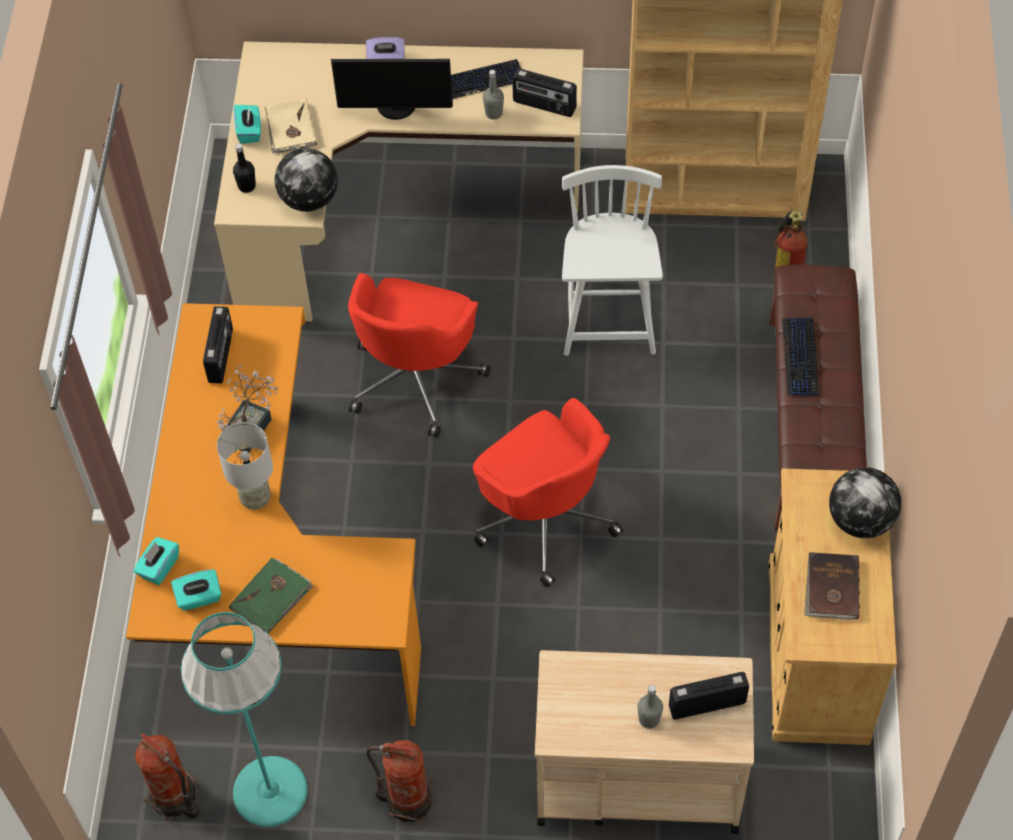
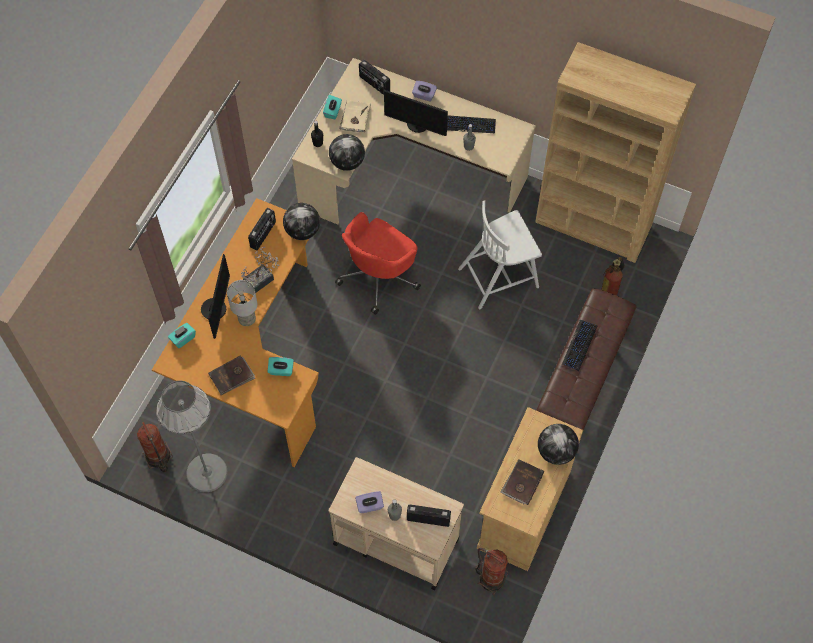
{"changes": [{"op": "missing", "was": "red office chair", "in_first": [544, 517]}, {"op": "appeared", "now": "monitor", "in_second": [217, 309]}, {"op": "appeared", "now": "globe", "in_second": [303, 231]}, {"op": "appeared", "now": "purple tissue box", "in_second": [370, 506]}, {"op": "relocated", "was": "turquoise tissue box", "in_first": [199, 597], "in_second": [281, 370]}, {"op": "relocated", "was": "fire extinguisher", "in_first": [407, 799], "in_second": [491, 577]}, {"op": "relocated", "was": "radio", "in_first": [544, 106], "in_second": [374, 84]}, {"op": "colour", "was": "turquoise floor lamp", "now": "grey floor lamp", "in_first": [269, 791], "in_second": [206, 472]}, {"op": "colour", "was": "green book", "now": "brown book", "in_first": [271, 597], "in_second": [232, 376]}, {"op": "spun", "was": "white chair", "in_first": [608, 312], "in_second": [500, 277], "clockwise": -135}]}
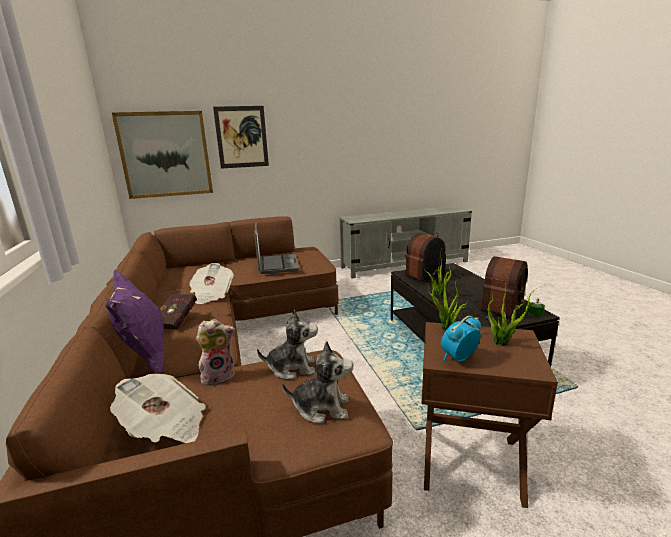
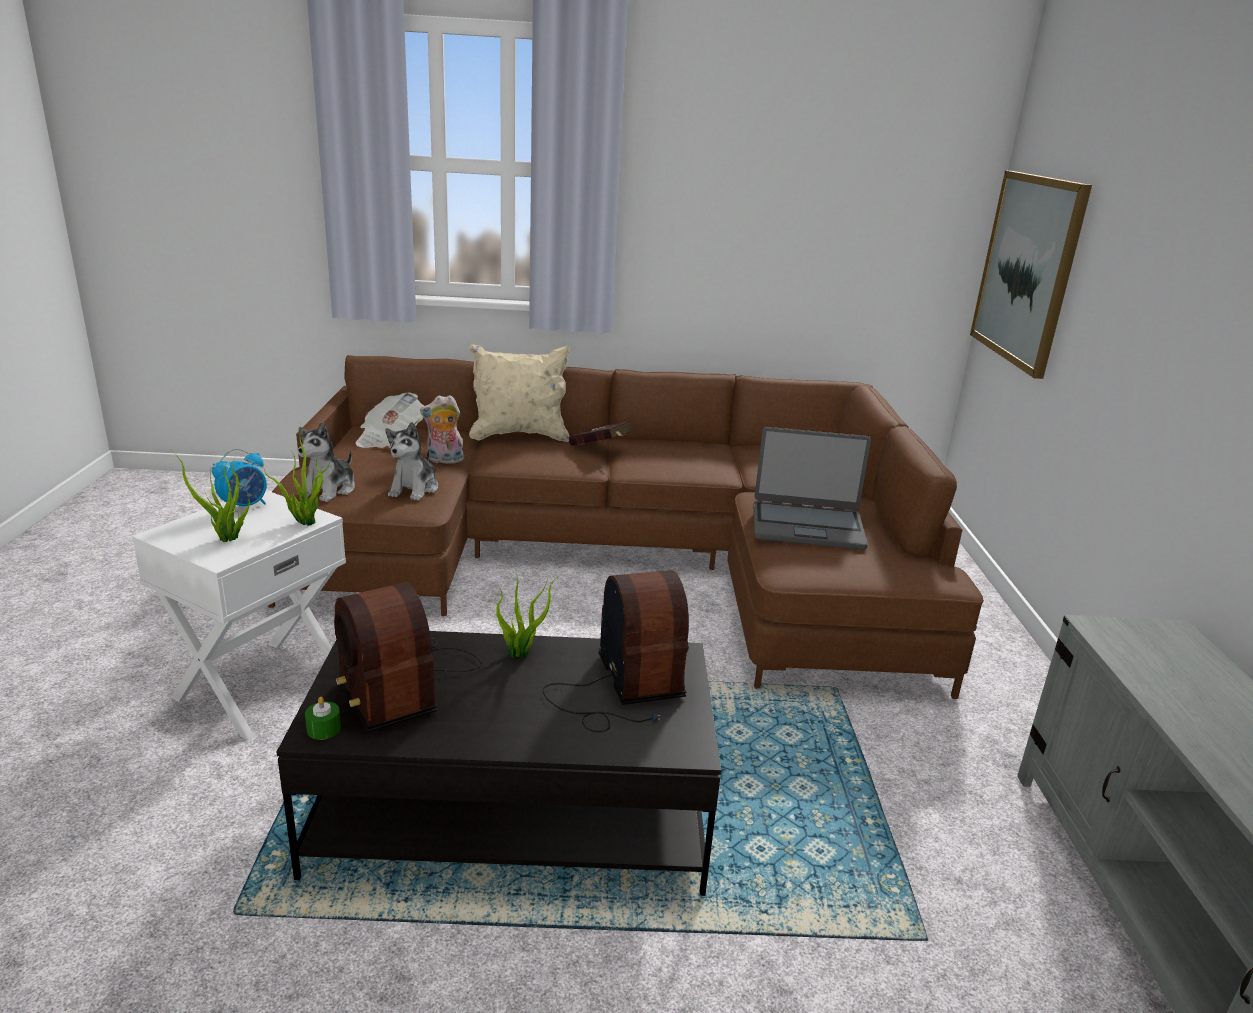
{"changes": [{"op": "missing", "was": "newspaper", "in_first": [211, 294]}, {"op": "missing", "was": "picture", "in_first": [241, 137]}, {"op": "colour", "was": "purple pillow", "now": "beige pillow", "in_first": [146, 358], "in_second": [519, 435]}, {"op": "colour", "was": "brown side table", "now": "white side table", "in_first": [470, 463], "in_second": [260, 686]}, {"op": "spun", "was": "plush toy", "in_first": [219, 376], "in_second": [444, 461], "clockwise": 90}, {"op": "spun", "was": "alarm clock", "in_first": [458, 358], "in_second": [245, 506], "clockwise": 60}]}
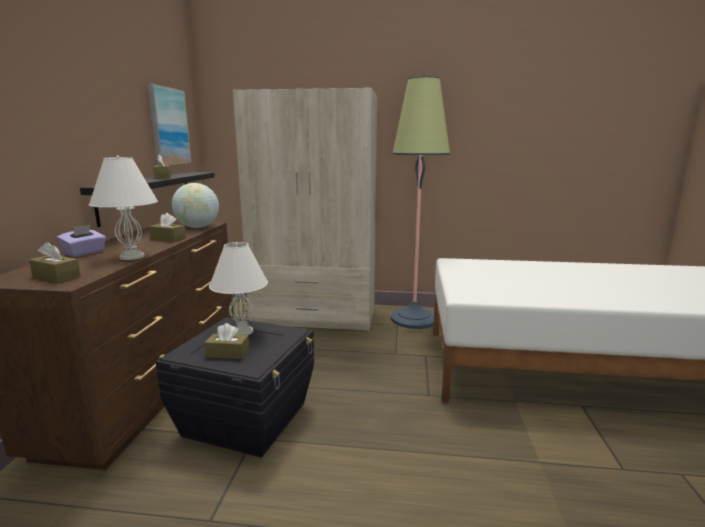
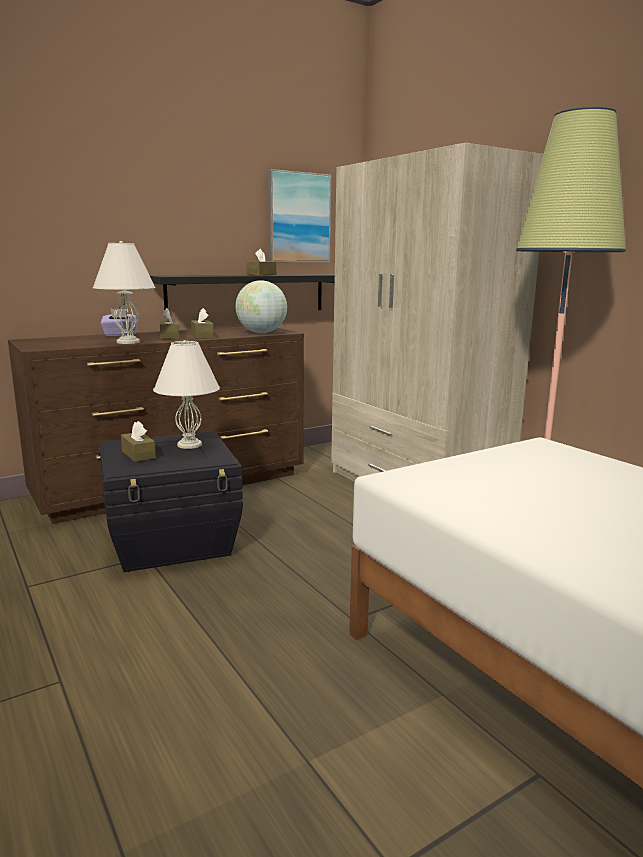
{"changes": [{"op": "relocated", "was": "brown tissue box", "in_first": [56, 277], "in_second": [169, 337]}]}
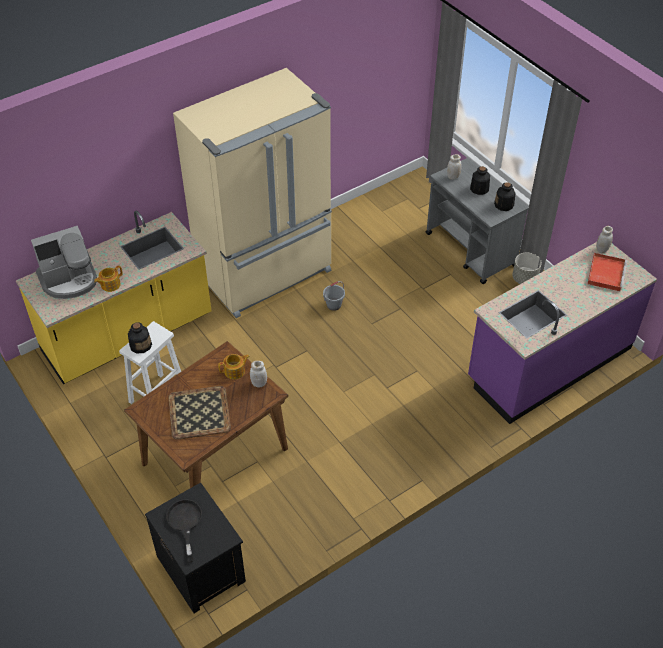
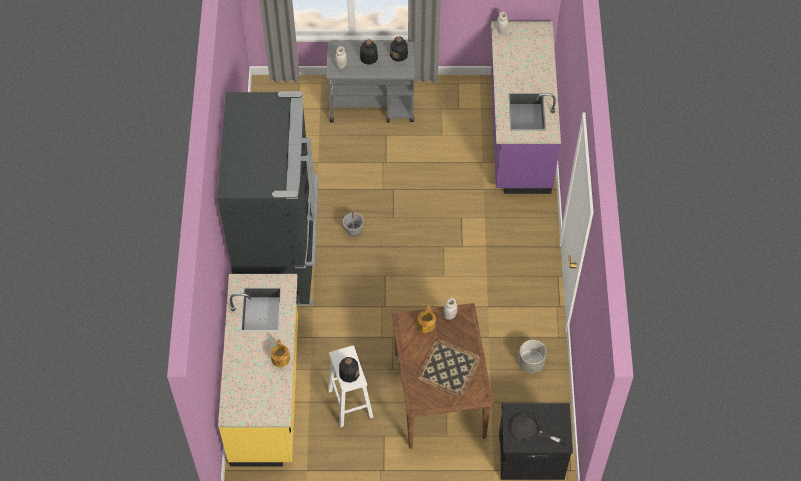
{"changes": [{"op": "missing", "was": "coffee machine", "in_first": [69, 280]}, {"op": "missing", "was": "red tray", "in_first": [606, 273]}, {"op": "relocated", "was": "grey planter", "in_first": [525, 279], "in_second": [531, 363]}, {"op": "colour", "was": "beige fridge", "now": "black fridge", "in_first": [266, 273], "in_second": [280, 256]}]}
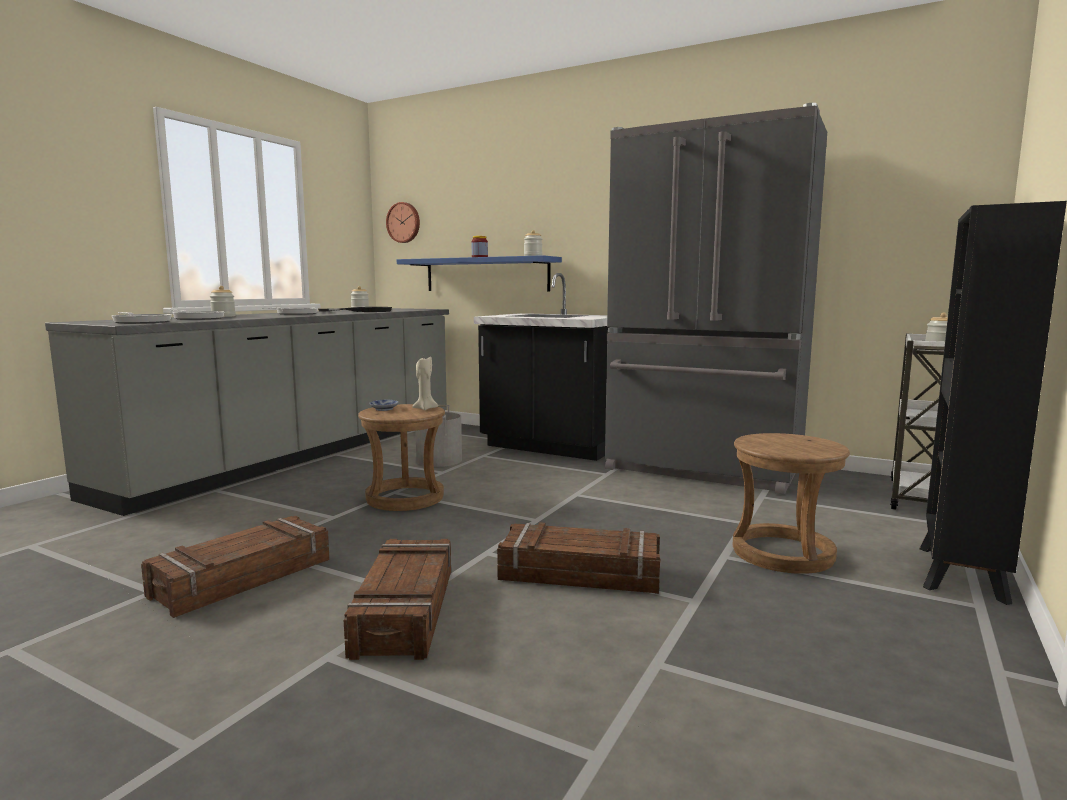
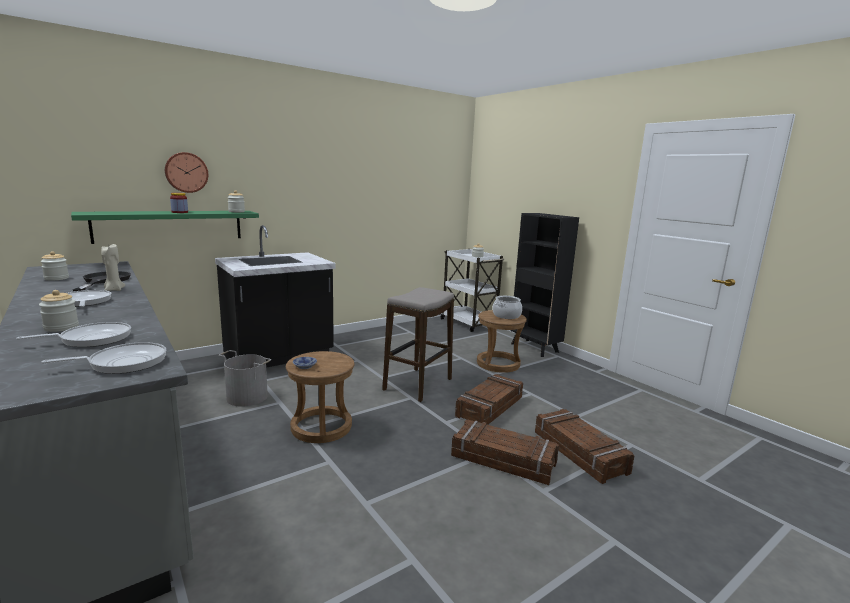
{"changes": [{"op": "missing", "was": "grey fridge", "in_first": [703, 469]}, {"op": "appeared", "now": "stool", "in_second": [418, 384]}, {"op": "appeared", "now": "cooking pot", "in_second": [506, 315]}, {"op": "relocated", "was": "crate", "in_first": [242, 577], "in_second": [579, 452]}, {"op": "relocated", "was": "wall clock", "in_first": [404, 222], "in_second": [186, 172]}, {"op": "relocated", "was": "beige candle", "in_first": [425, 408], "in_second": [114, 290]}, {"op": "colour", "was": "blue shelf", "now": "green shelf", "in_first": [486, 275], "in_second": [170, 226]}]}
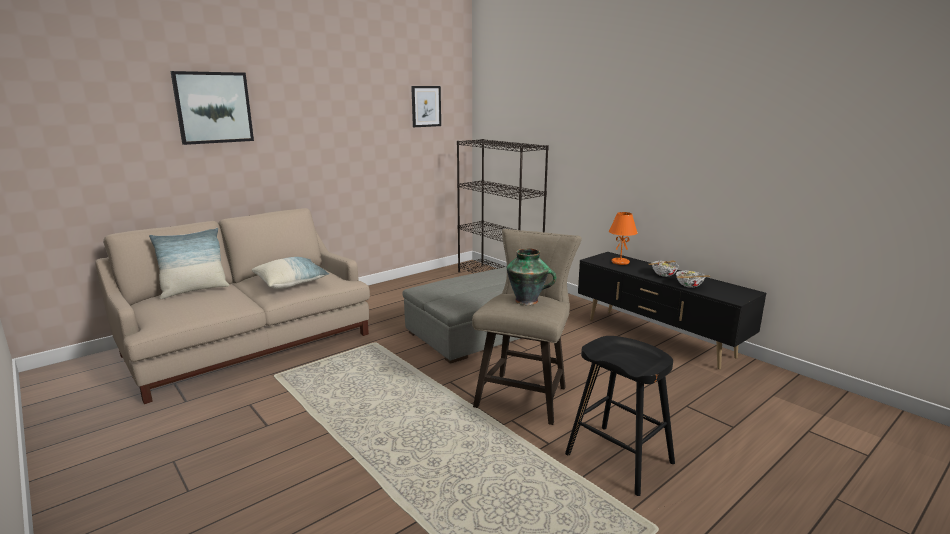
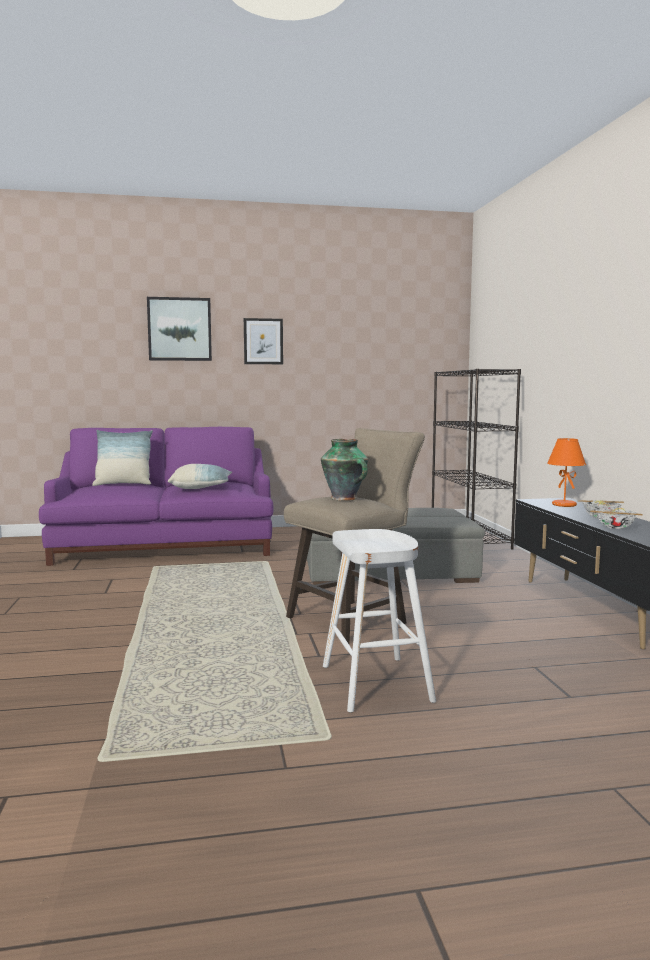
{"changes": [{"op": "relocated", "was": "picture", "in_first": [426, 106], "in_second": [263, 341]}, {"op": "colour", "was": "beige sofa", "now": "purple sofa", "in_first": [247, 342], "in_second": [165, 545]}, {"op": "colour", "was": "black stool", "now": "white stool", "in_first": [618, 458], "in_second": [375, 683]}]}
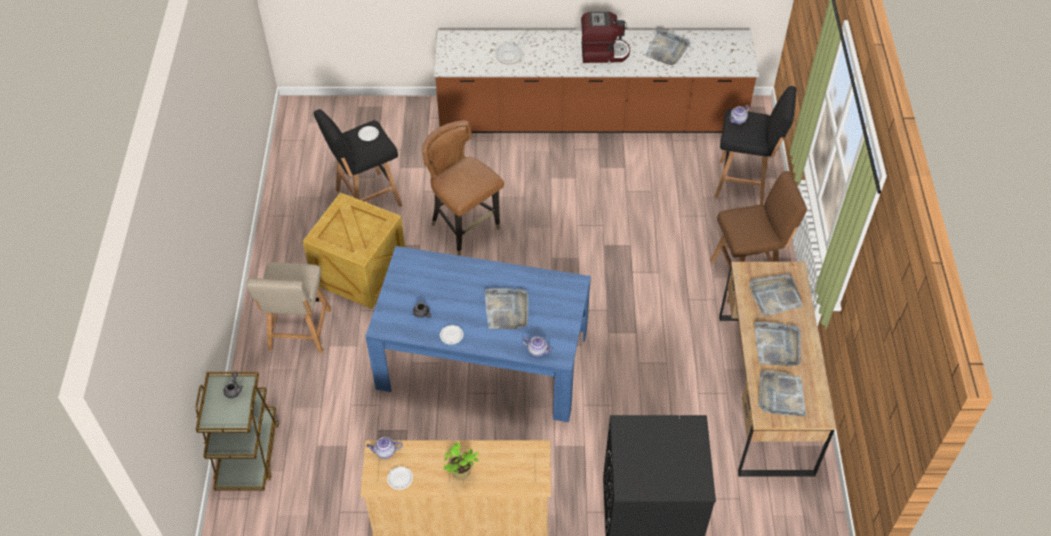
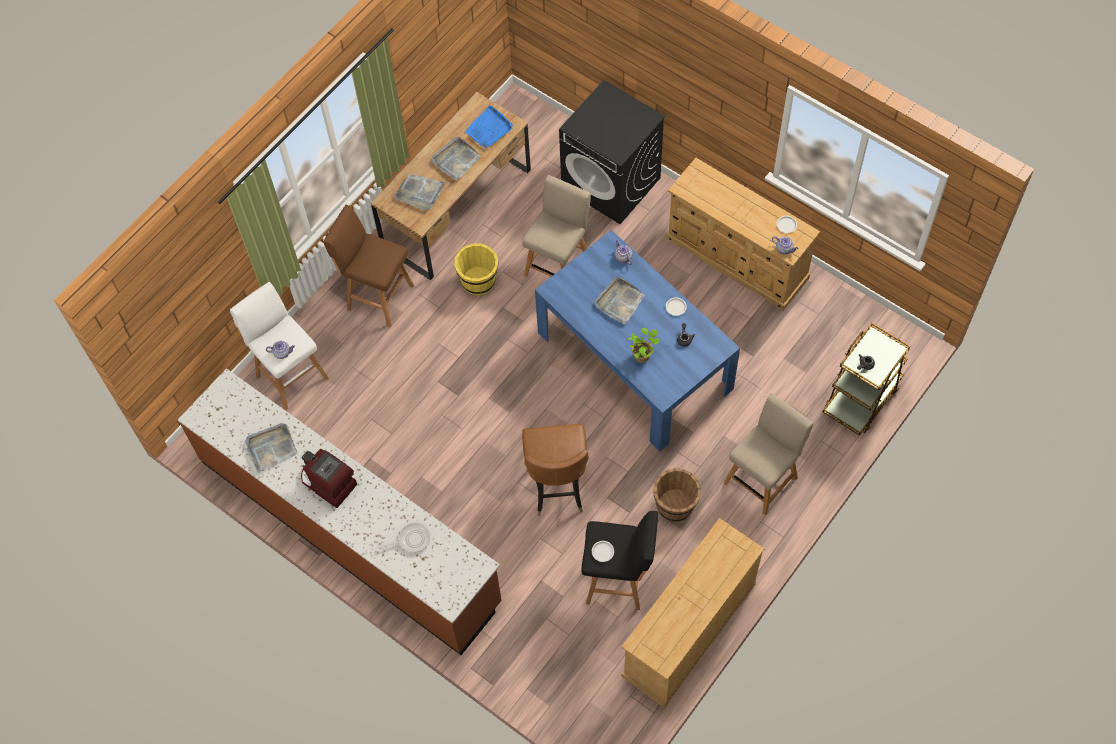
{"changes": [{"op": "appeared", "now": "yellow bucket", "in_second": [478, 281]}, {"op": "appeared", "now": "beige chair", "in_second": [558, 264]}, {"op": "appeared", "now": "beige dresser", "in_second": [688, 630]}, {"op": "relocated", "was": "potted plant", "in_first": [460, 473], "in_second": [642, 355]}, {"op": "exchanged", "was": "crate", "now": "brown bucket", "in_first": [359, 270], "in_second": [675, 506]}, {"op": "colour", "was": "black stool", "now": "white stool", "in_first": [743, 183], "in_second": [291, 375]}, {"op": "colour", "was": "grey tray", "now": "blue tray", "in_first": [781, 396], "in_second": [489, 129]}]}
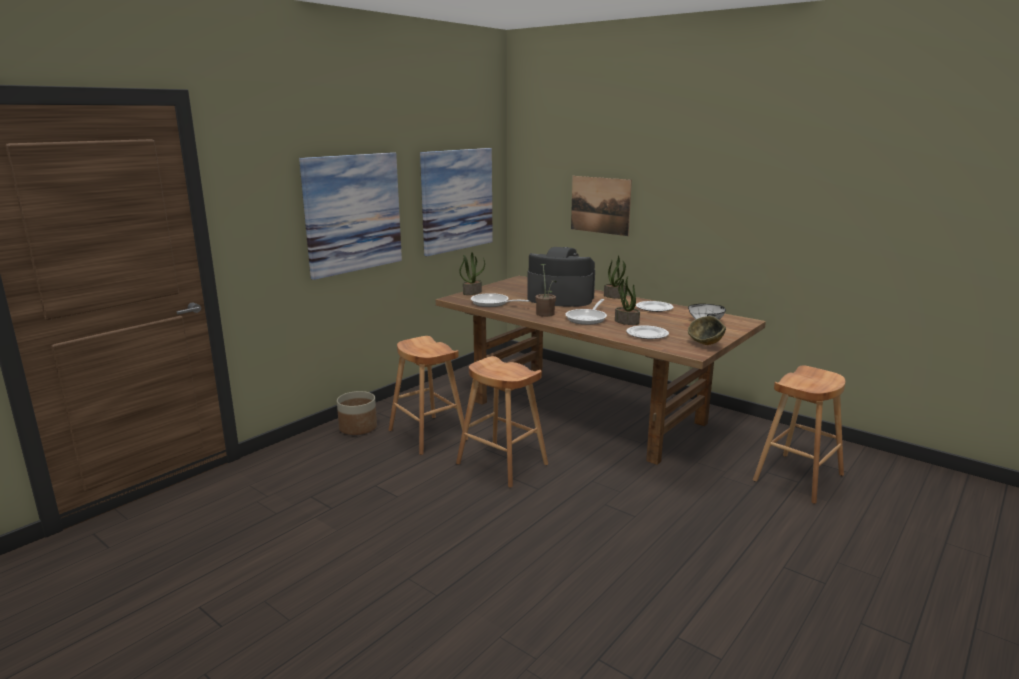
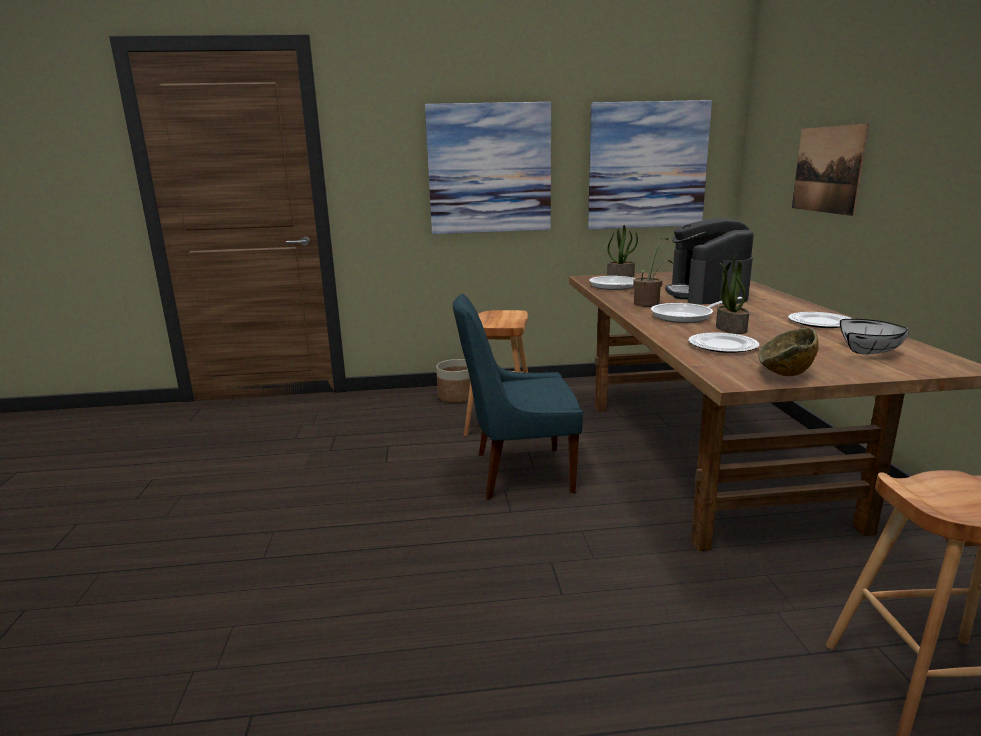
{"changes": [{"op": "missing", "was": "potted plant", "in_first": [615, 296]}, {"op": "exchanged", "was": "brown stool", "now": "blue chair", "in_first": [502, 464], "in_second": [518, 473]}, {"op": "spun", "was": "coffee machine", "in_first": [560, 299], "in_second": [707, 294], "clockwise": -150}]}
